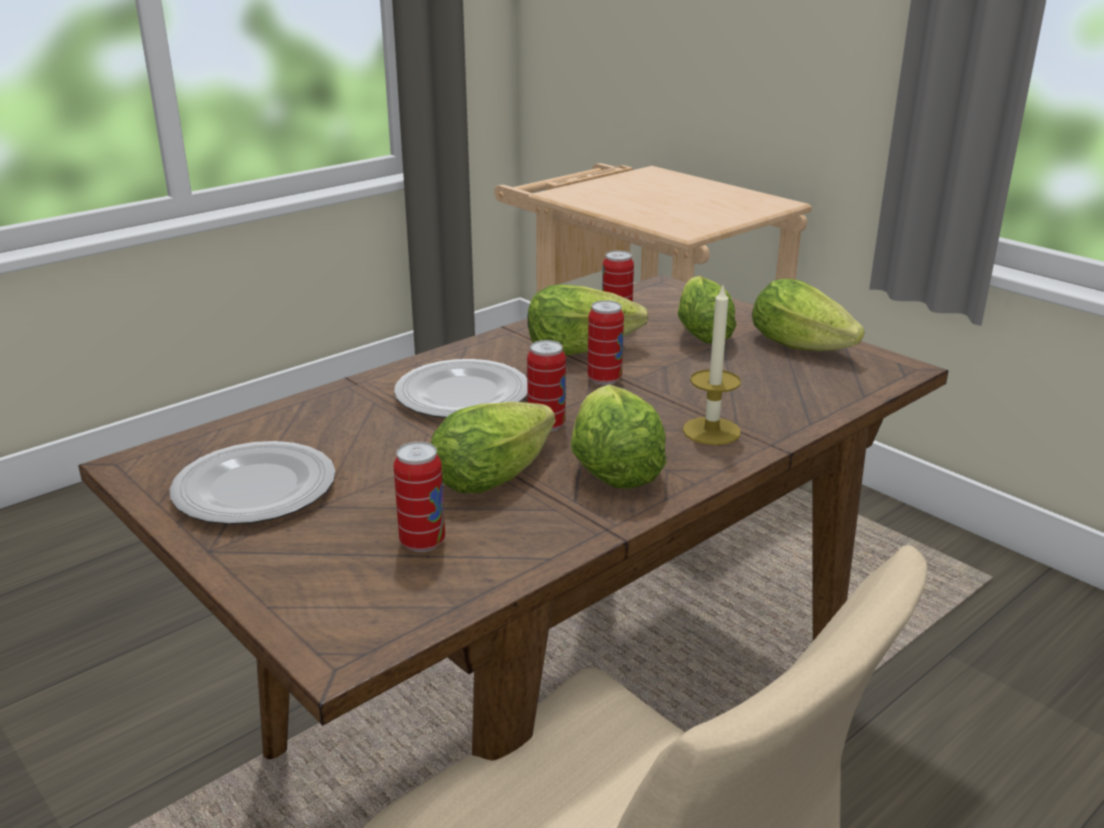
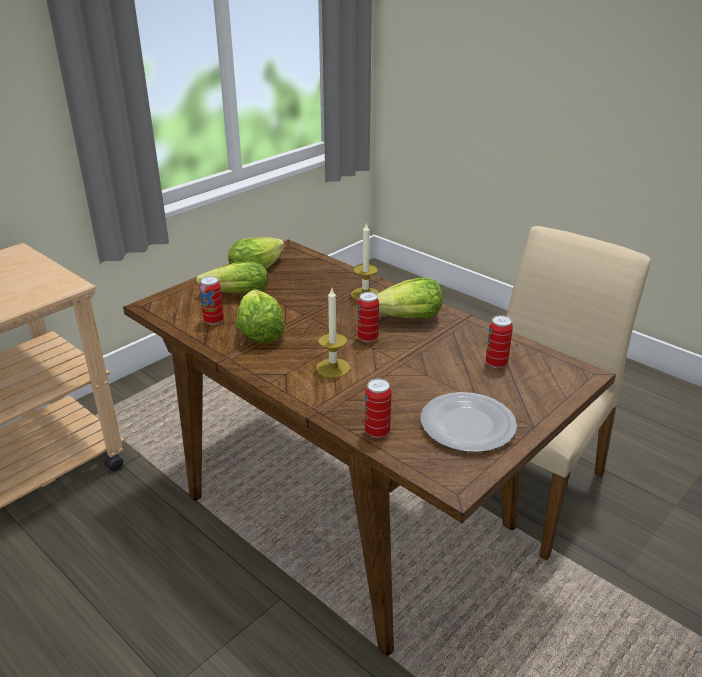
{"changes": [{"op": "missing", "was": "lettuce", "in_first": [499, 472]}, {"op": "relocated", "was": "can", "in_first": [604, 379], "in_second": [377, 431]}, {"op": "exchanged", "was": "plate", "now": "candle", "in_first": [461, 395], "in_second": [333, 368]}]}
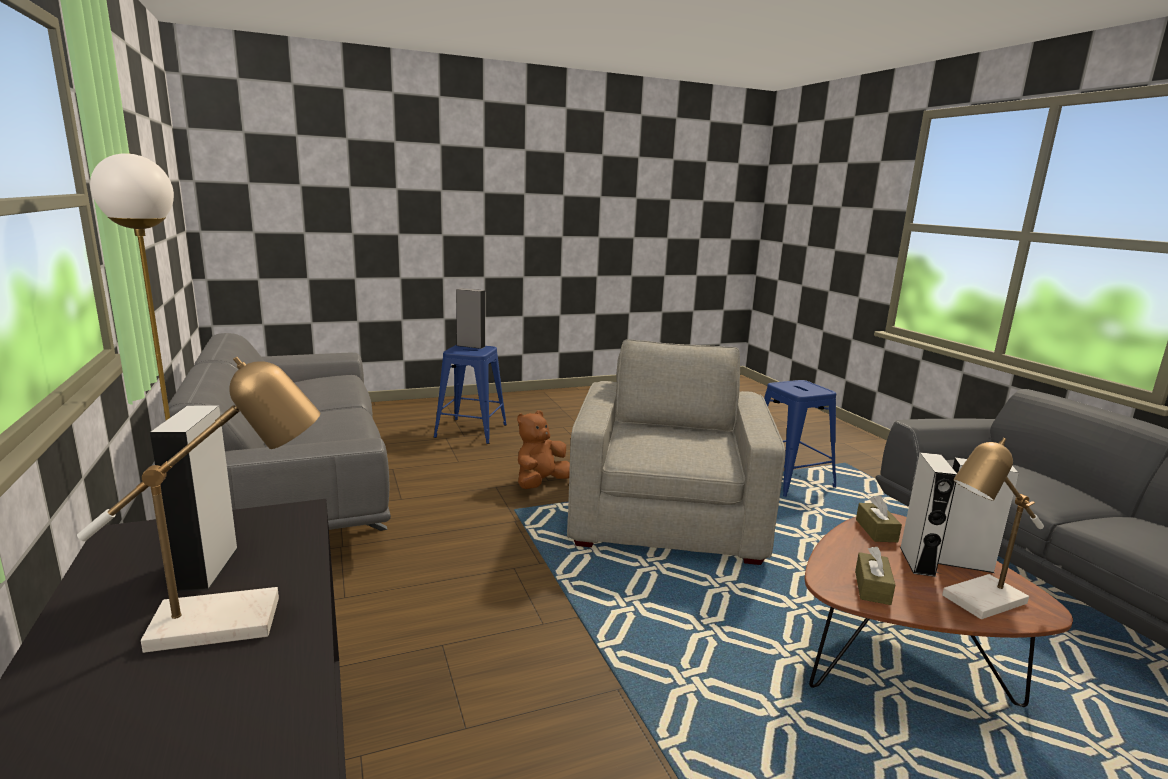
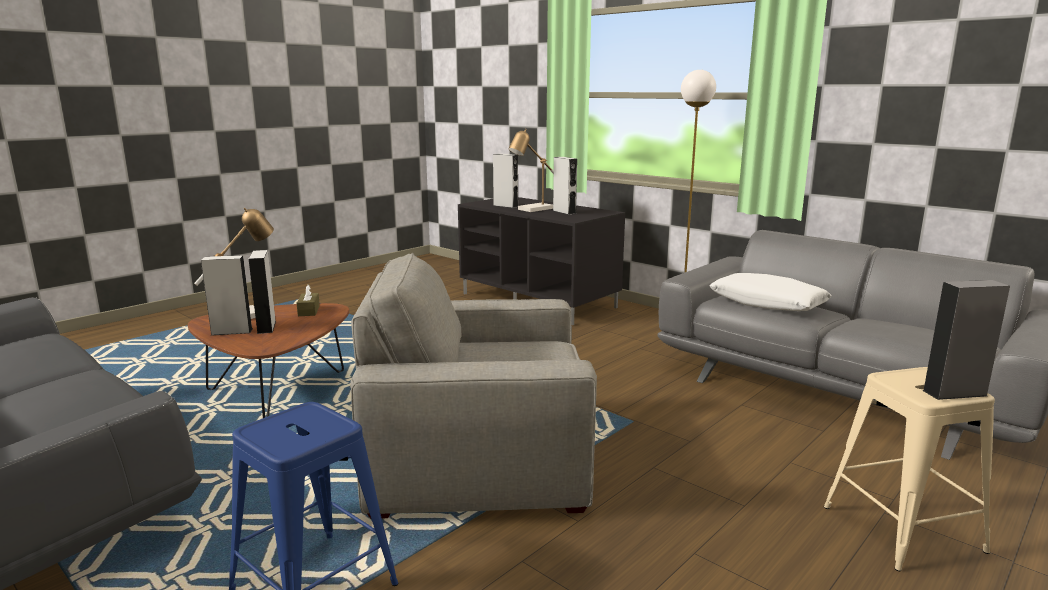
{"changes": [{"op": "missing", "was": "brown plush toy", "in_first": [540, 483]}, {"op": "missing", "was": "brown tissue box", "in_first": [876, 530]}, {"op": "appeared", "now": "grey speaker", "in_second": [505, 206]}, {"op": "appeared", "now": "white pillow", "in_second": [767, 303]}, {"op": "colour", "was": "blue stool", "now": "beige stool", "in_first": [470, 431], "in_second": [902, 528]}, {"op": "spun", "was": "grey armchair", "in_first": [667, 516], "in_second": [479, 458], "clockwise": 105}]}
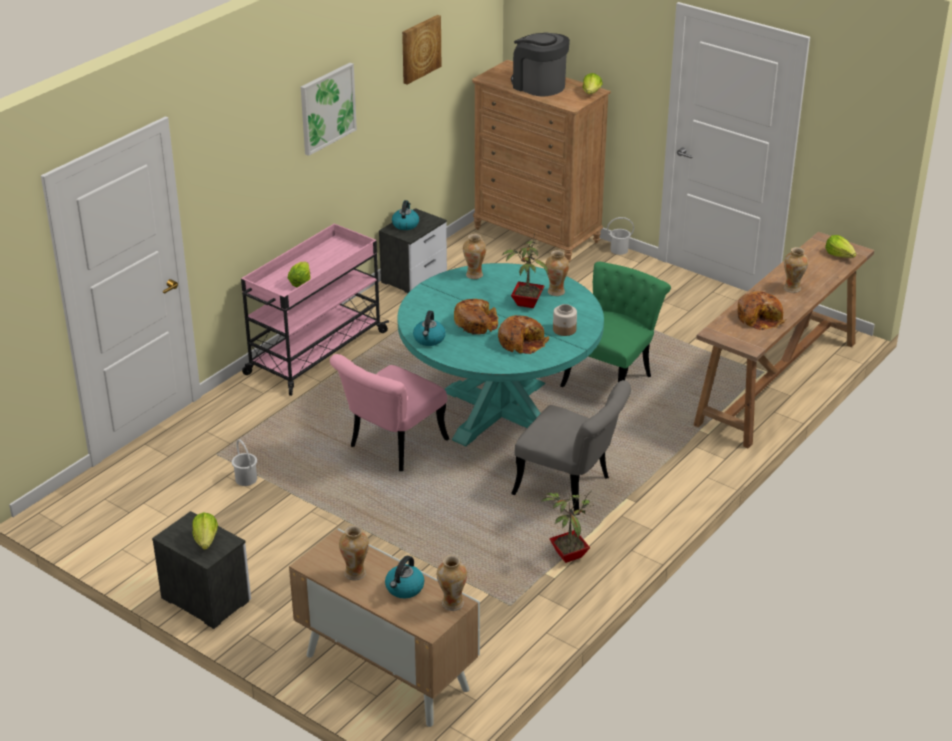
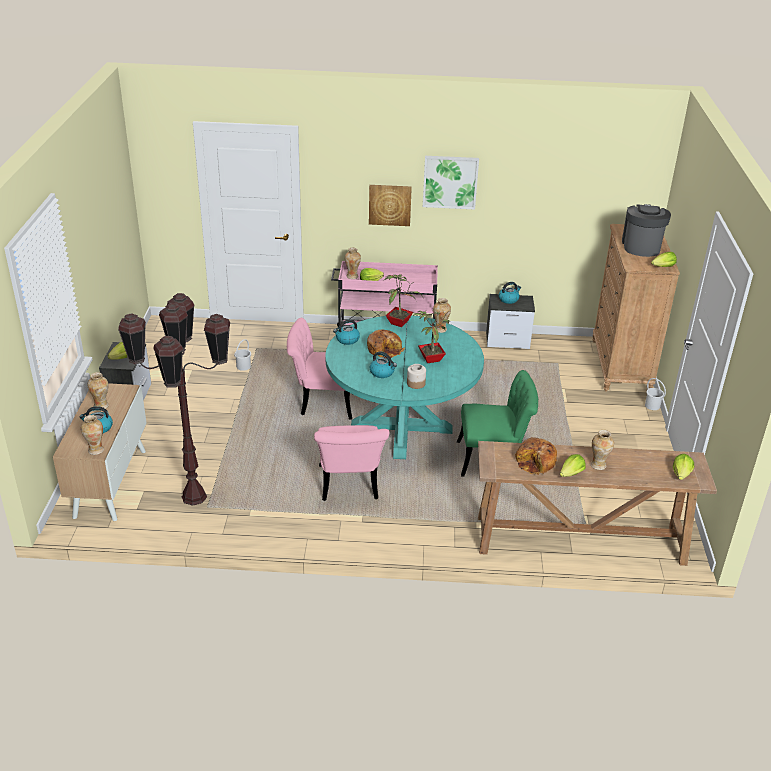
{"changes": [{"op": "appeared", "now": "brown floor lamp", "in_second": [193, 496]}, {"op": "appeared", "now": "lettuce", "in_second": [571, 474]}, {"op": "relocated", "was": "picture", "in_first": [420, 48], "in_second": [390, 204]}, {"op": "relocated", "was": "potted plant", "in_first": [568, 554], "in_second": [399, 322]}, {"op": "relocated", "was": "vase", "in_first": [556, 291], "in_second": [352, 276]}, {"op": "exchanged", "was": "bread", "now": "kettle", "in_first": [522, 342], "in_second": [382, 372]}, {"op": "colour", "was": "grey chair", "now": "pink chair", "in_first": [571, 488], "in_second": [349, 487]}]}
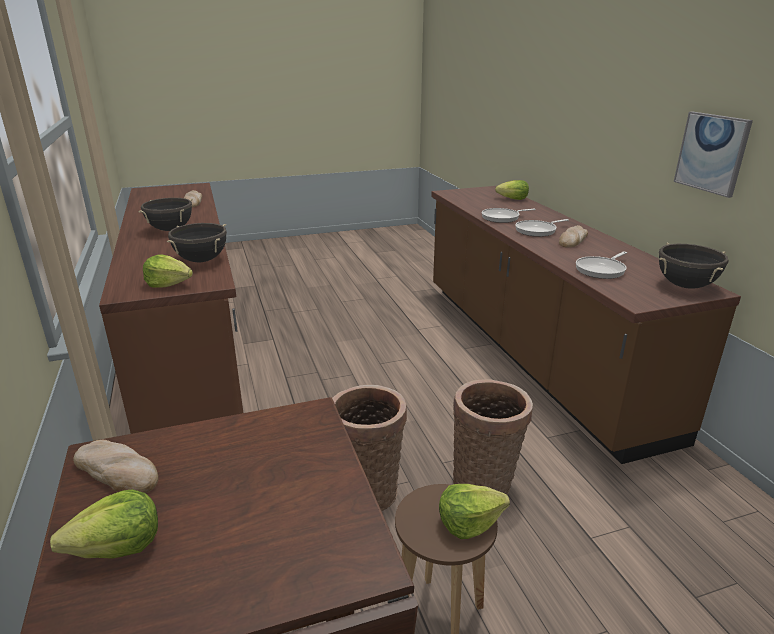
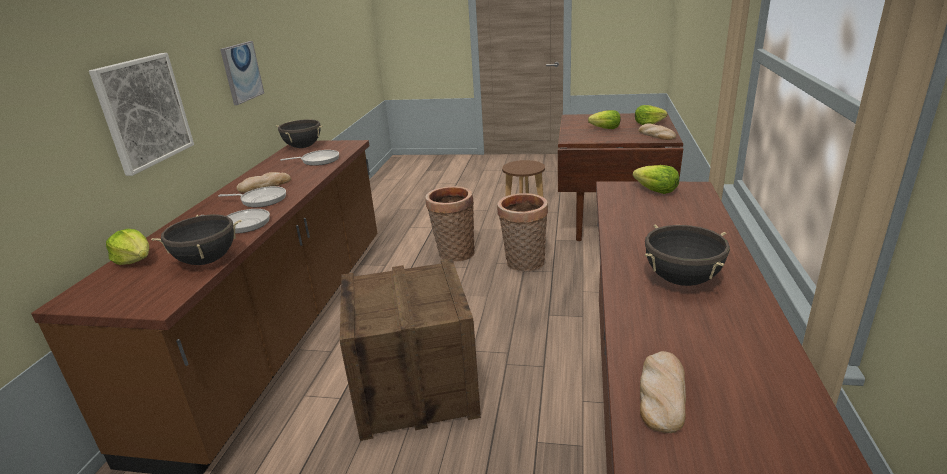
{"changes": [{"op": "appeared", "now": "picture", "in_second": [144, 112]}, {"op": "appeared", "now": "crate", "in_second": [415, 389]}, {"op": "relocated", "was": "black cooking pot", "in_first": [201, 260], "in_second": [207, 261]}, {"op": "relocated", "was": "lettuce", "in_first": [469, 522], "in_second": [605, 128]}]}
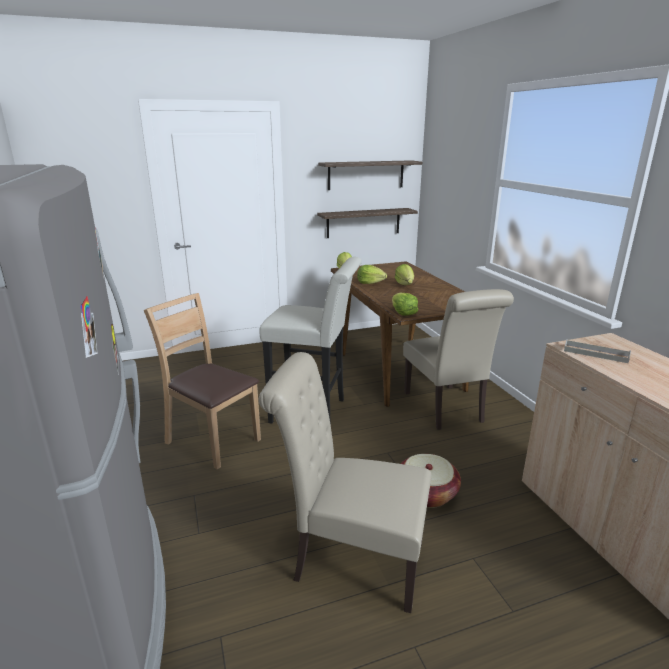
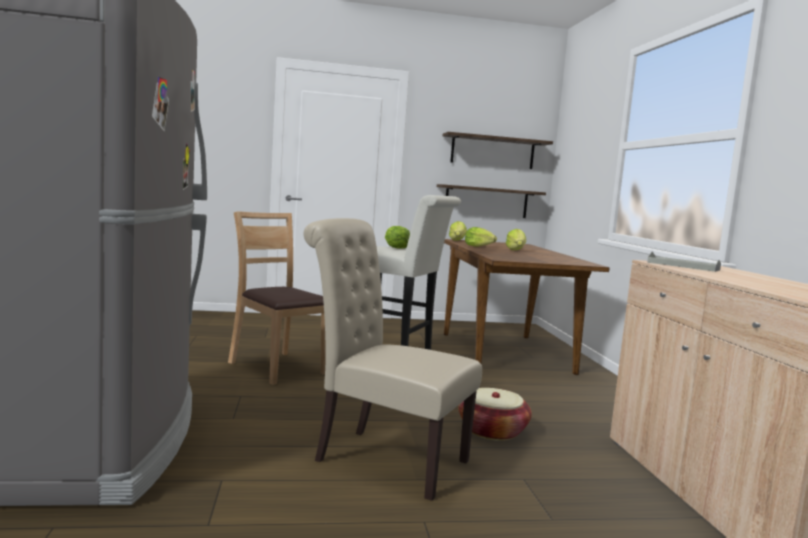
{"changes": [{"op": "missing", "was": "beige chair", "in_first": [446, 409]}, {"op": "relocated", "was": "lettuce", "in_first": [403, 313], "in_second": [396, 247]}]}
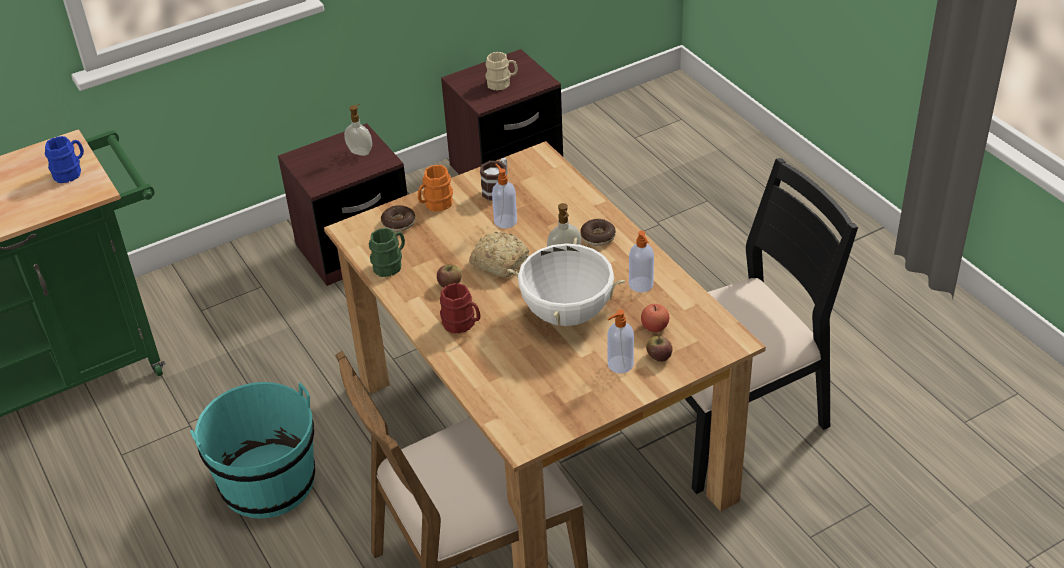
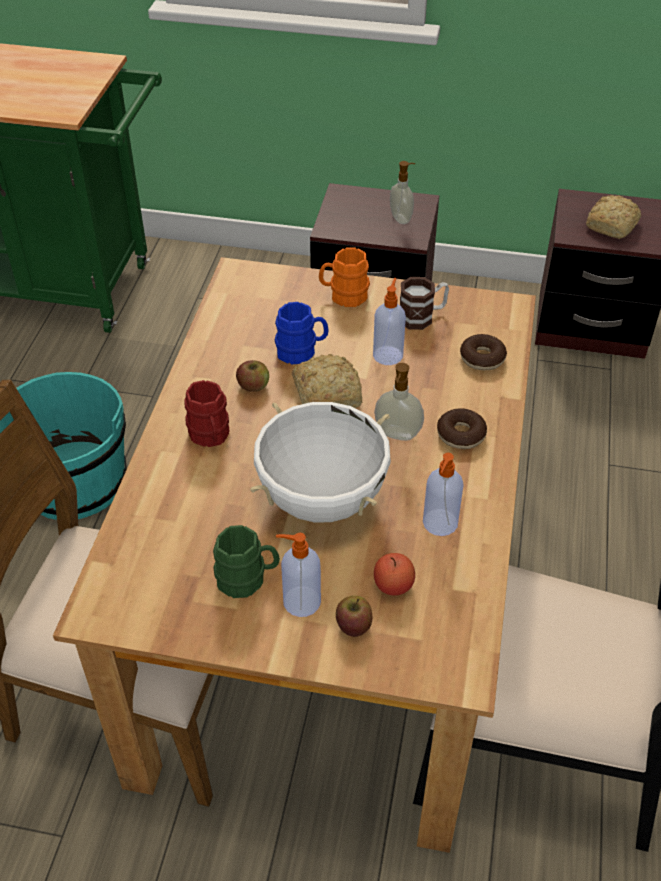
{"changes": [{"op": "relocated", "was": "blue mug", "in_first": [71, 172], "in_second": [301, 351]}, {"op": "relocated", "was": "green mug", "in_first": [390, 264], "in_second": [248, 579]}, {"op": "relocated", "was": "donut", "in_first": [398, 223], "in_second": [482, 358]}, {"op": "exchanged", "was": "beige mug", "now": "bread", "in_first": [502, 83], "in_second": [613, 225]}]}
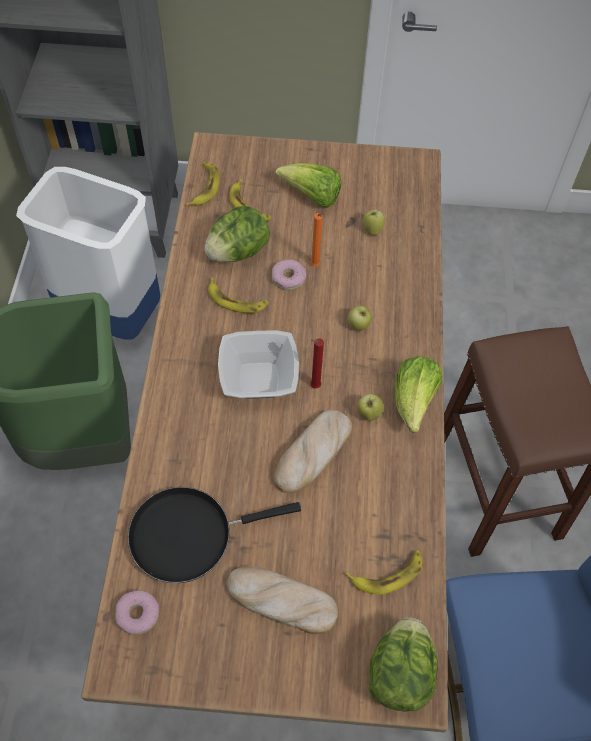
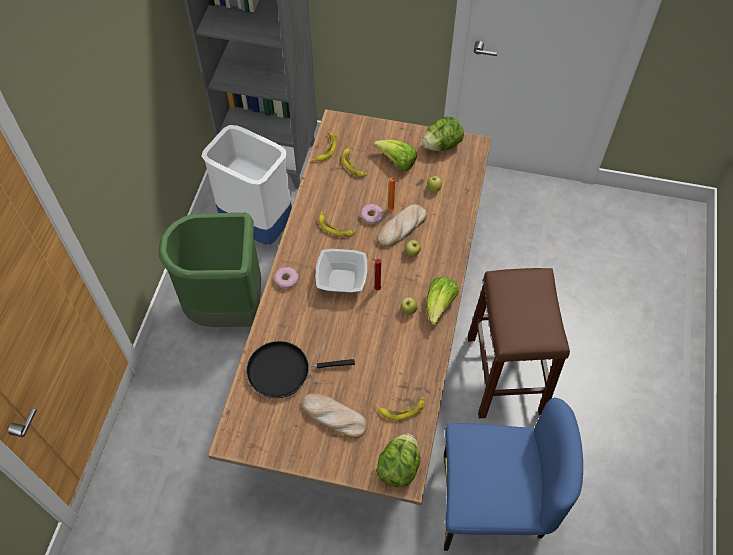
{"changes": [{"op": "relocated", "was": "donut", "in_first": [138, 614], "in_second": [286, 280]}, {"op": "relocated", "was": "lettuce", "in_first": [238, 251], "in_second": [442, 145]}, {"op": "relocated", "was": "bread", "in_first": [313, 453], "in_second": [401, 227]}]}
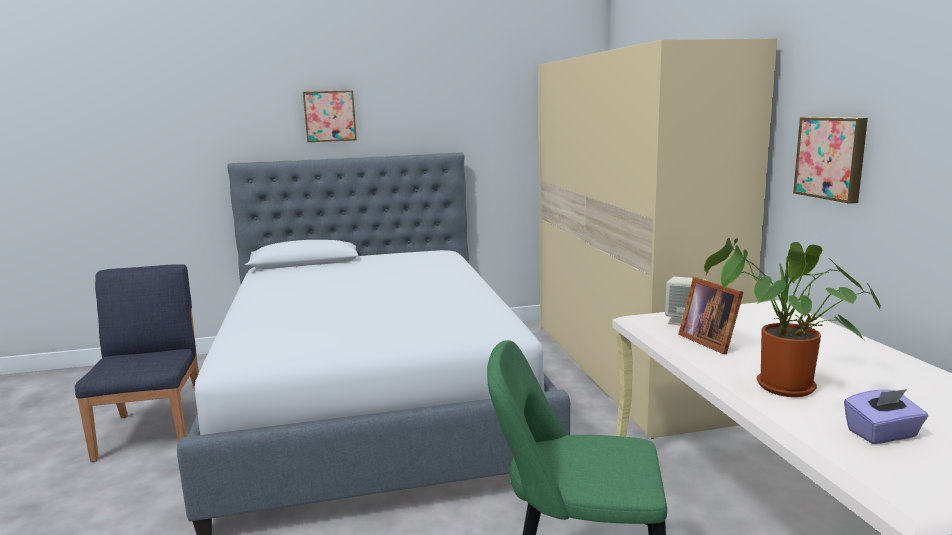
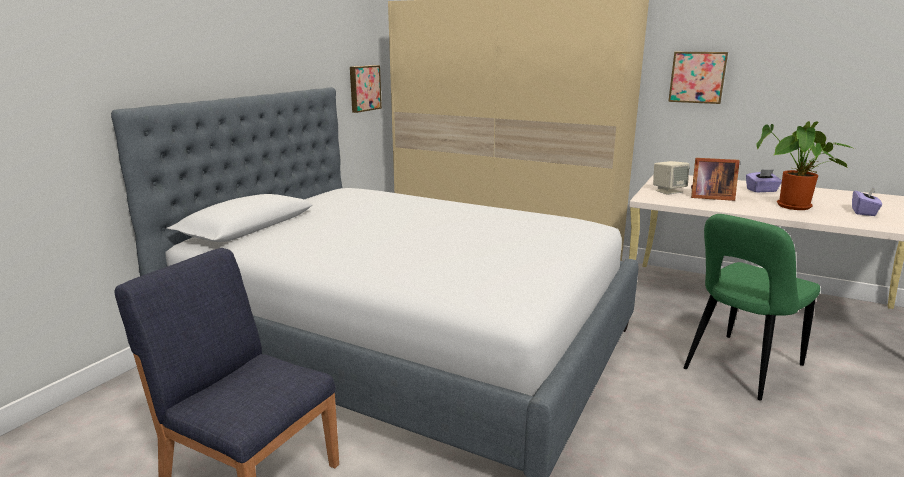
{"changes": [{"op": "appeared", "now": "purple tissue box", "in_second": [761, 190]}, {"op": "relocated", "was": "picture", "in_first": [330, 116], "in_second": [364, 88]}]}
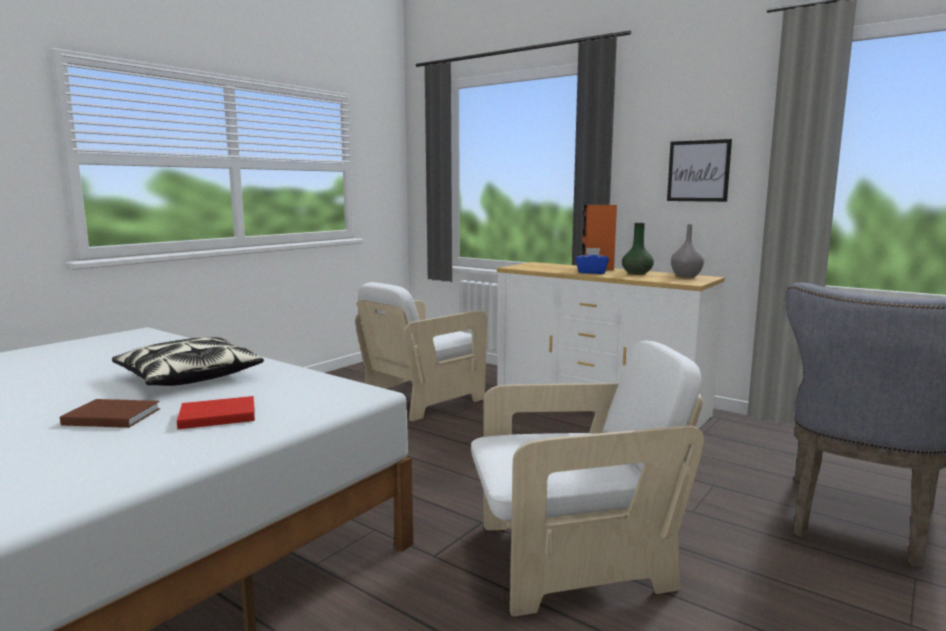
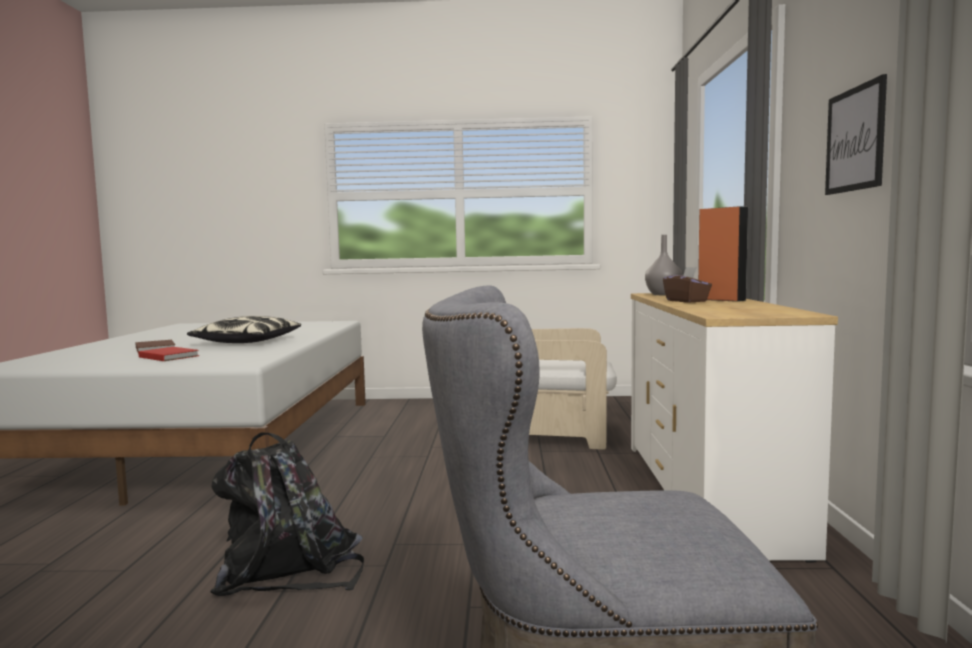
{"changes": [{"op": "missing", "was": "green vase", "in_first": [636, 273]}, {"op": "relocated", "was": "grey vase", "in_first": [685, 276], "in_second": [663, 294]}, {"op": "exchanged", "was": "white armchair", "now": "black backpack", "in_first": [573, 561], "in_second": [289, 570]}, {"op": "colour", "was": "blue tissue box", "now": "brown tissue box", "in_first": [591, 272], "in_second": [686, 301]}]}
